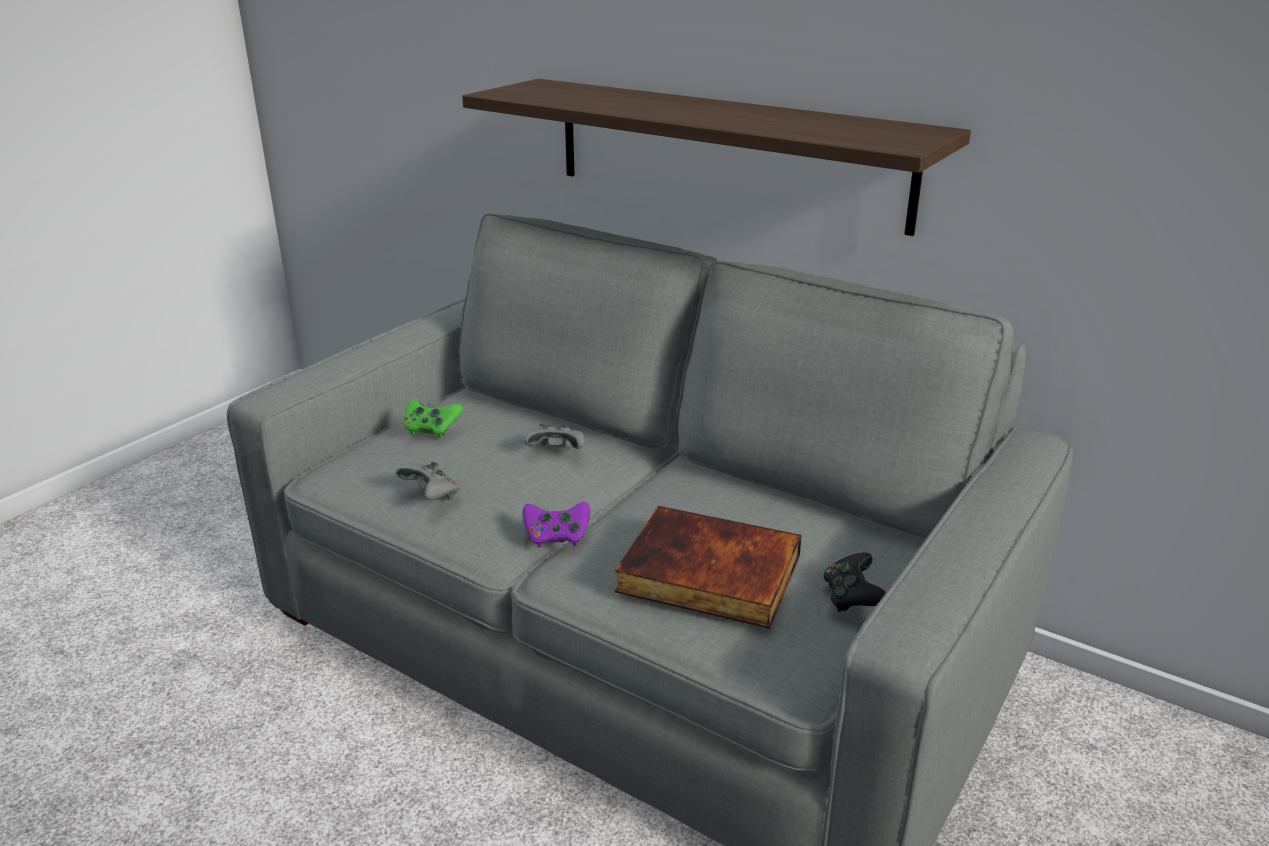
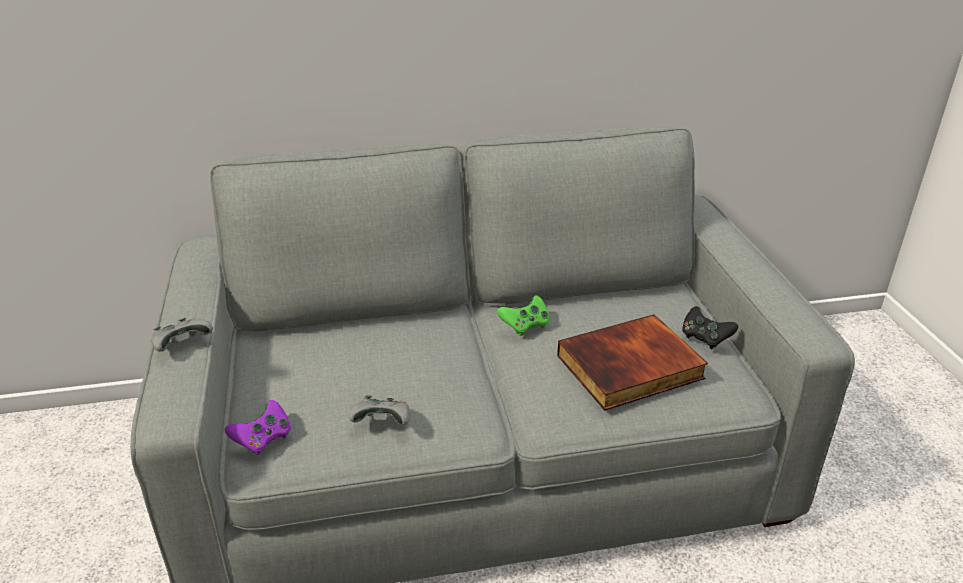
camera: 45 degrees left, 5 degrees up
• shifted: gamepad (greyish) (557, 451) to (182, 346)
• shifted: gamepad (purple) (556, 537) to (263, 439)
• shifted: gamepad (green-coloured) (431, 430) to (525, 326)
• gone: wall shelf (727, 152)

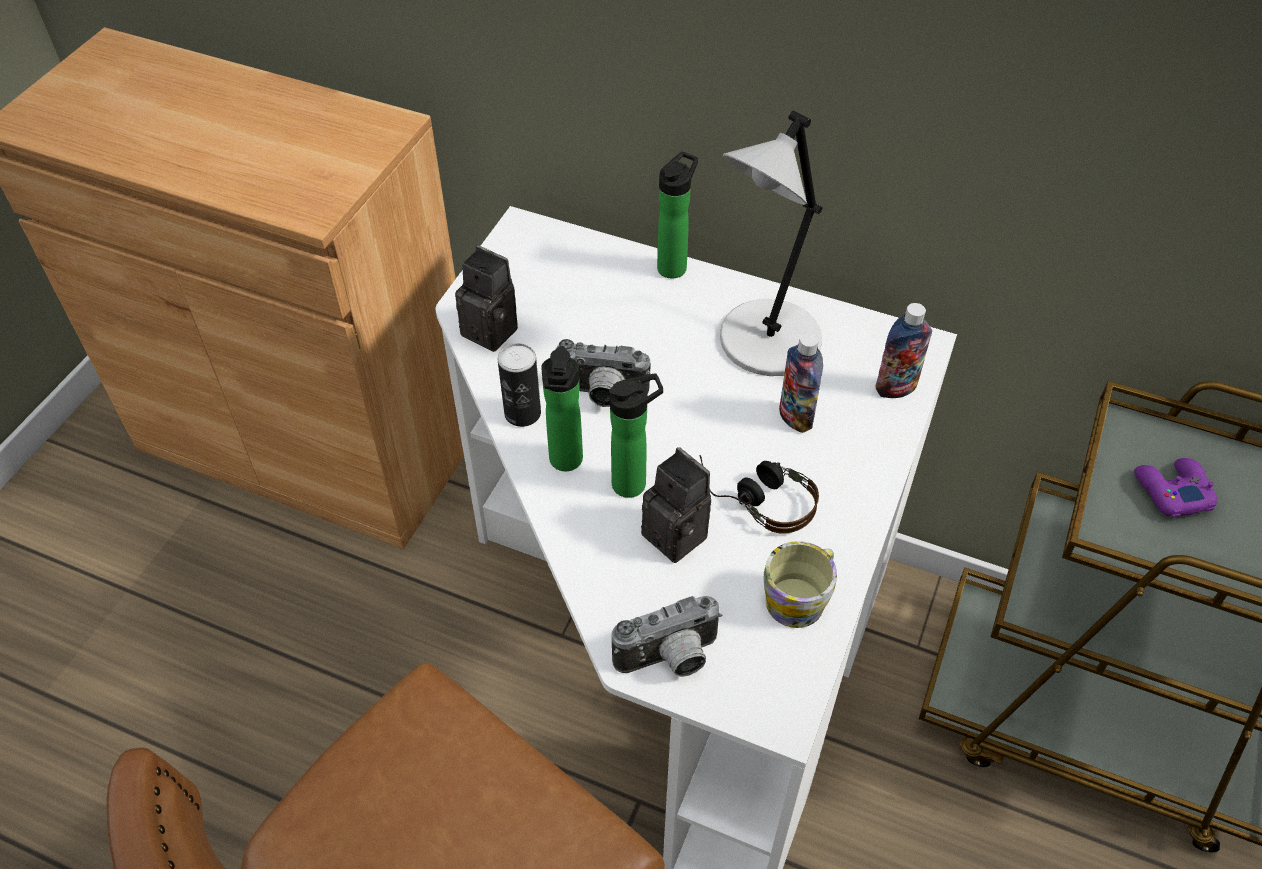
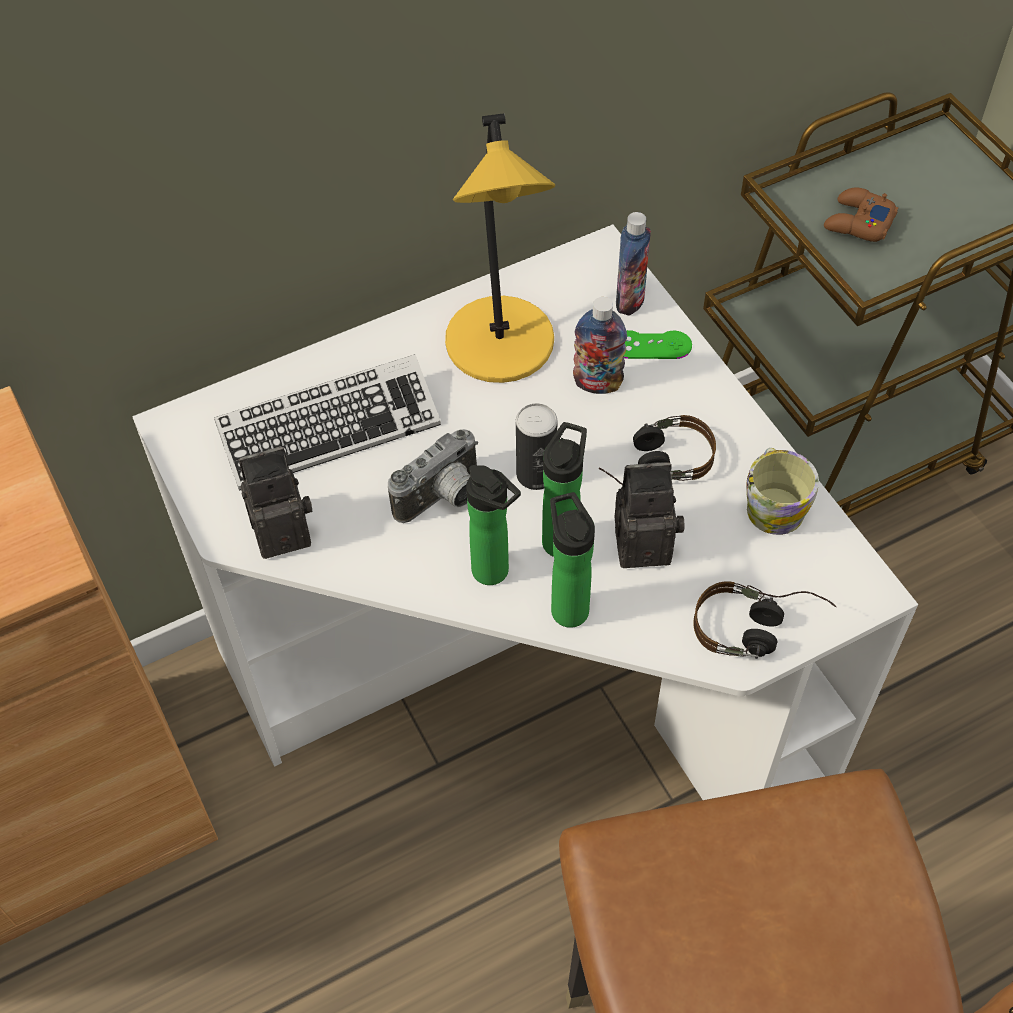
camera: 50 degrees left, 5 degrees up
• new: keyboard (329, 429)
• repainted: lamp for a table (greyish) (766, 343) to lamp for a table (yellow) (501, 347)
• shifted: metal can (522, 413) to (536, 474)
• shifted: bottle (674, 266) to (567, 606)
• new: gamepad (green-coloured) (651, 345)
• swapped: photo camera (670, 660) to headphones (759, 630)
• repainted: gamepad (purple) (1171, 491) to gamepad (brown-coloured) (858, 222)

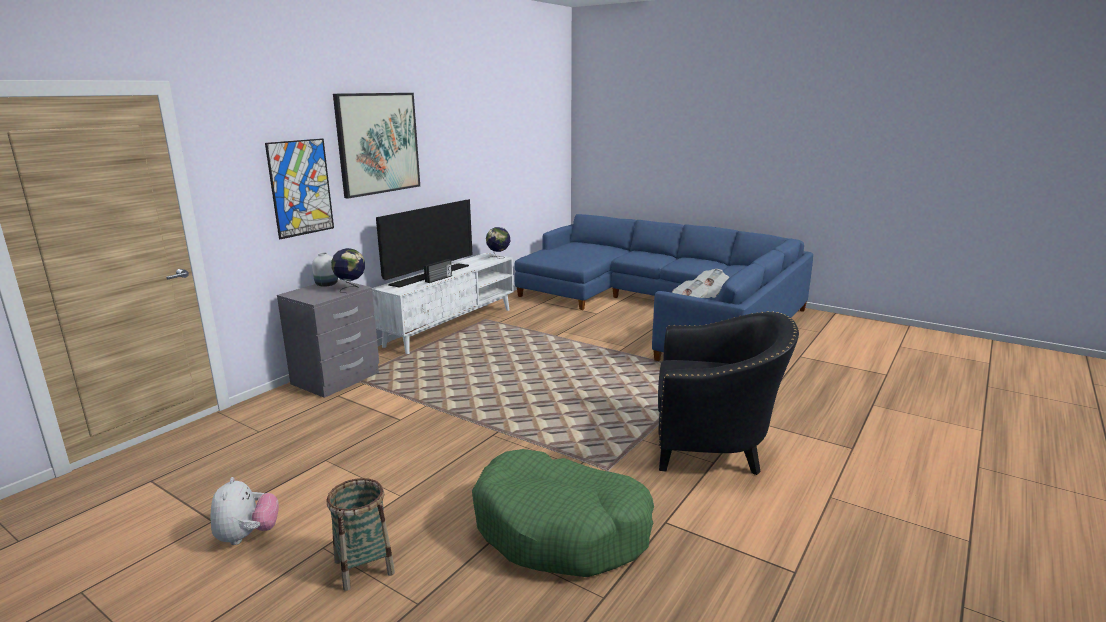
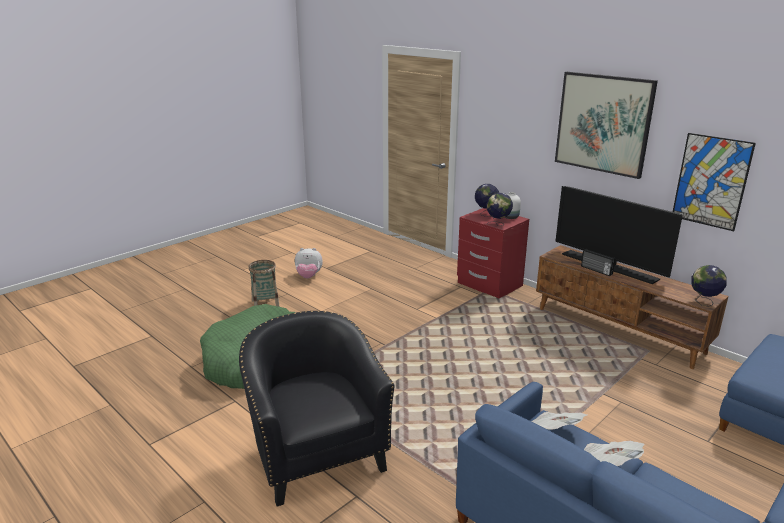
camera: 100 degrees right, 5 degrees up
• rotated: easy chair (black) (714, 446) = (316, 453) 135 degrees clockwise
• repainted: nightstand (greyish) (336, 379) to nightstand (red) (489, 284)
• new: desk globe (485, 214)
• repainted: tv stand (white-coloured) (450, 326) to tv stand (brown-coloured) (619, 330)
• shifted: wall picture (301, 188) to (711, 181)

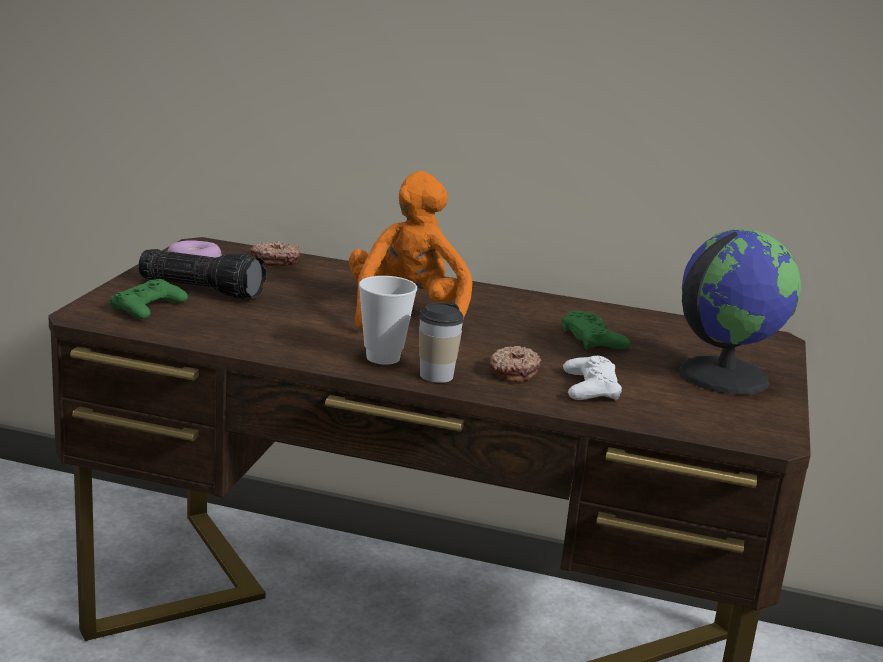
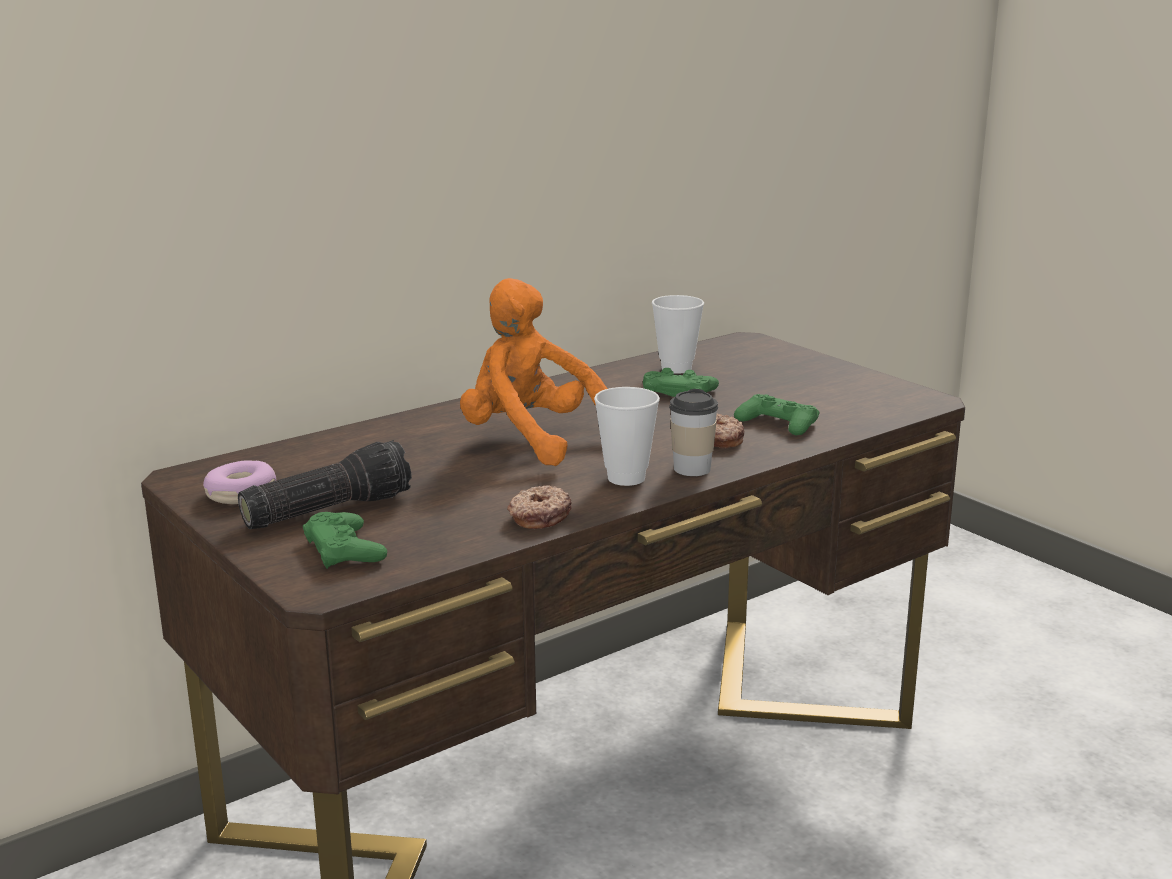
camera: 50 degrees left, 0 degrees up
• shifted: doughnut (275, 260) to (538, 517)
• new: drinking cup (676, 368)
• repainted: gamepad (white-coloured) (590, 387) to gamepad (green-coloured) (778, 423)
• gone: desk globe (722, 375)

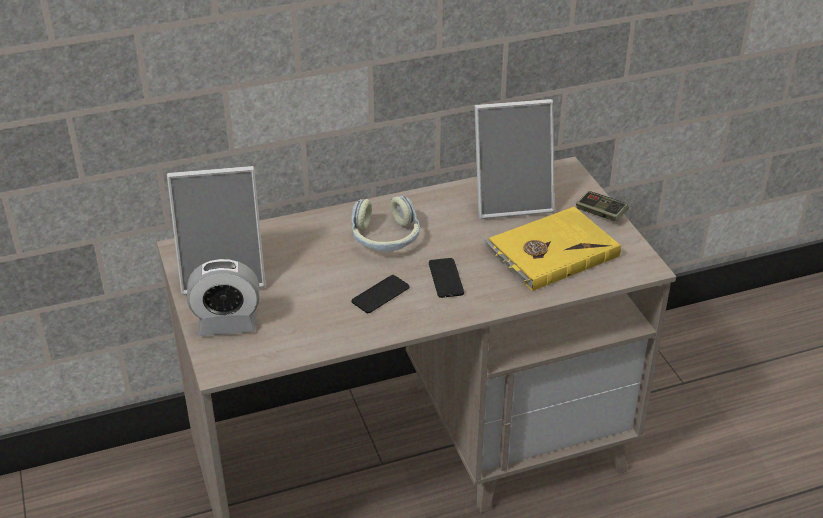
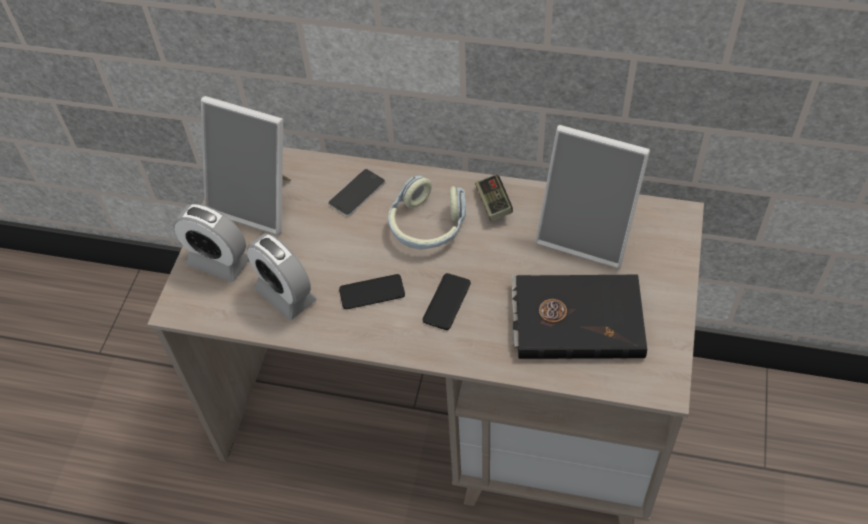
camera: 35 degrees right, 15 degrees up
• new: bedside clock (286, 294)
• new: telephone (357, 192)
• shifted: gamepad (601, 213) to (493, 204)
• repainted: volume (yellow) (551, 252) to volume (black) (576, 318)

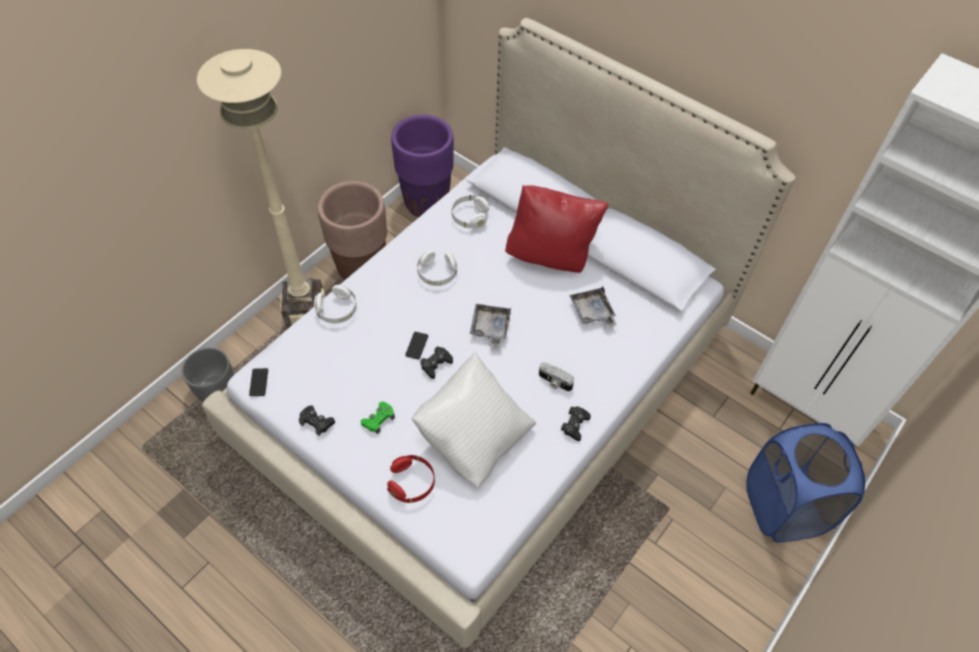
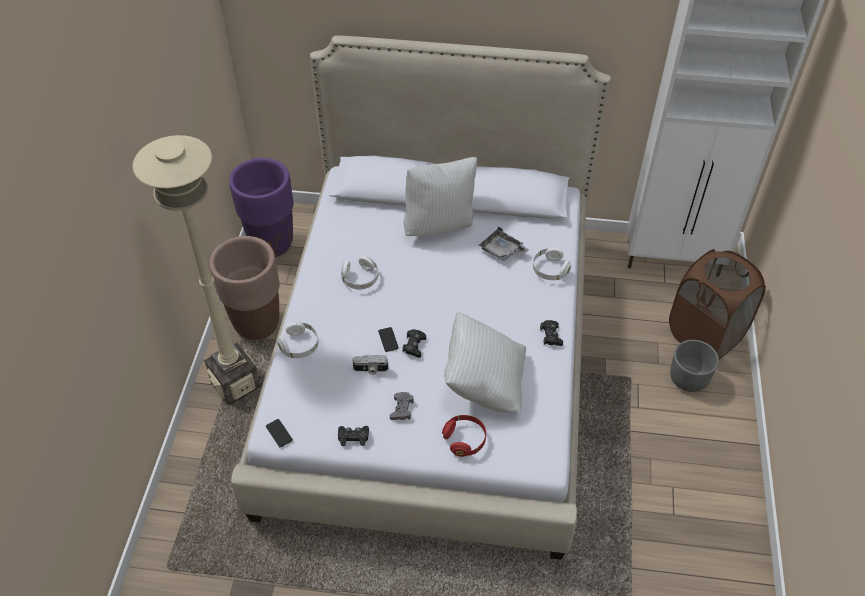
camera: 30 degrees left, 5 degrees down
• shifted: photo camera (554, 382) to (370, 369)
• repainted: gamepad (green-coloured) (378, 419) to gamepad (greyish) (401, 409)
• repainted: cushion (red) (551, 256) to cushion (white-coloured) (439, 224)
• shifted: headphones (white-coloured) (469, 217) to (550, 270)
• repainted: laundry basket (blue-coloured) (783, 507) to laundry basket (brown-coloured) (705, 335)
• shifted: planter (greyish) (215, 387) to (688, 378)
• gone: tray (greyish) (490, 328)

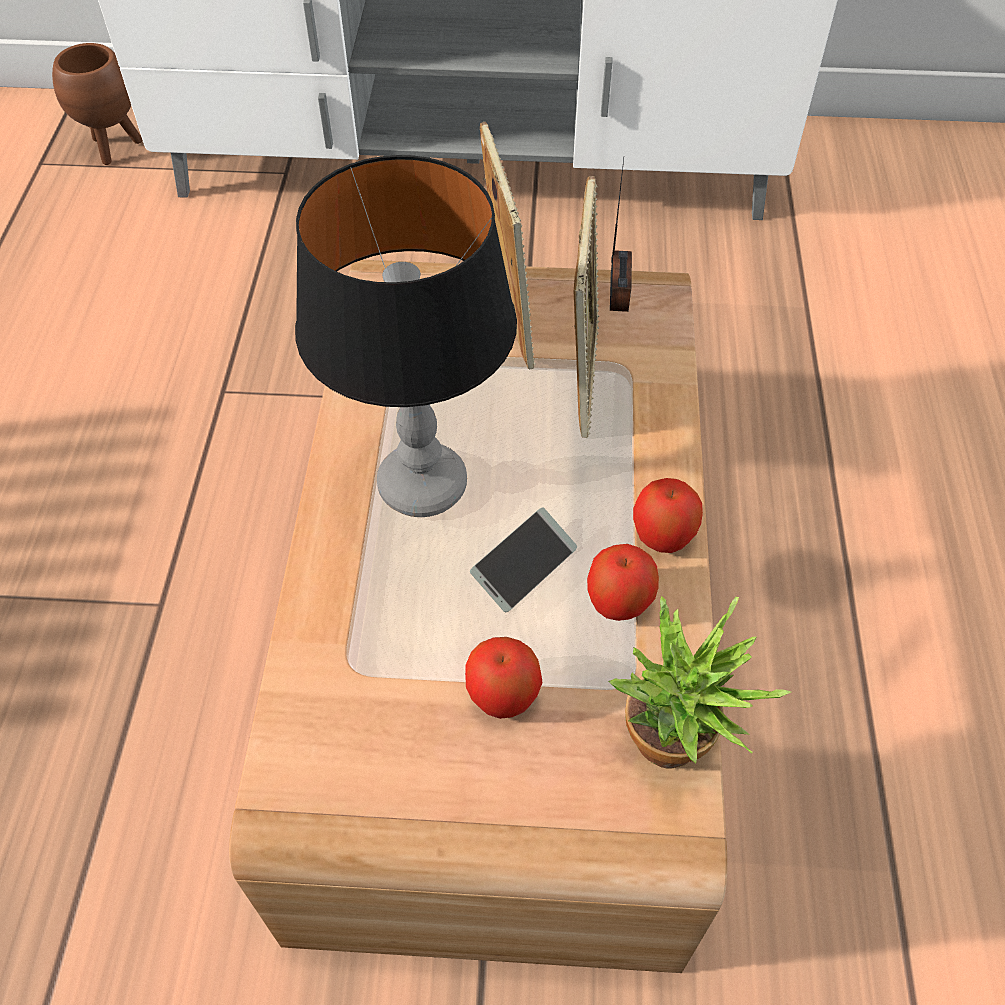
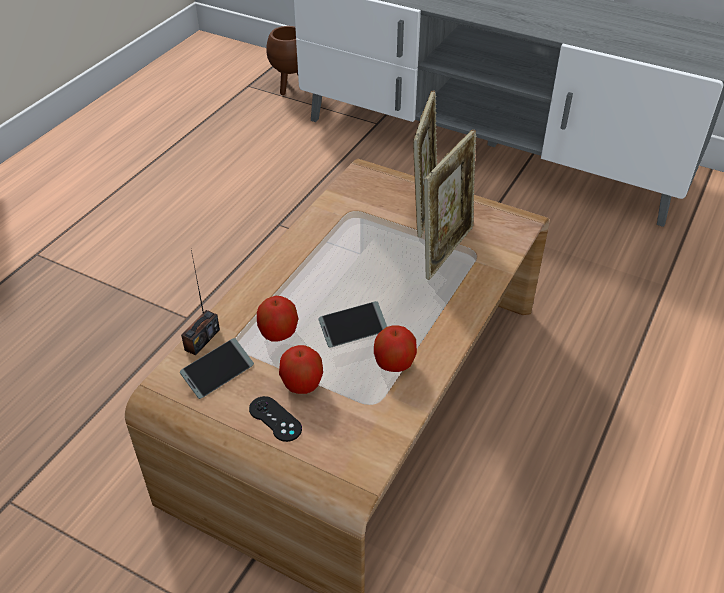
camera: 25 degrees right, 10 degrees down
• new: telephone (218, 373)
• shifted: radio set (618, 292) to (202, 340)
• new: gamepad (black) (275, 419)
• shifted: apple fruit (663, 535) to (278, 333)
• gone: lamp for a table (421, 485)
• gone: houseplant (674, 750)

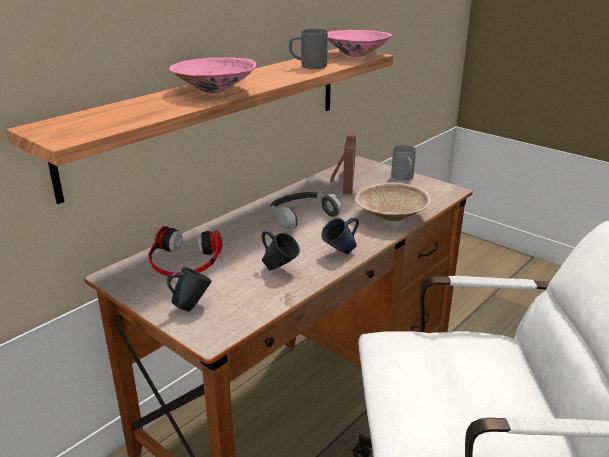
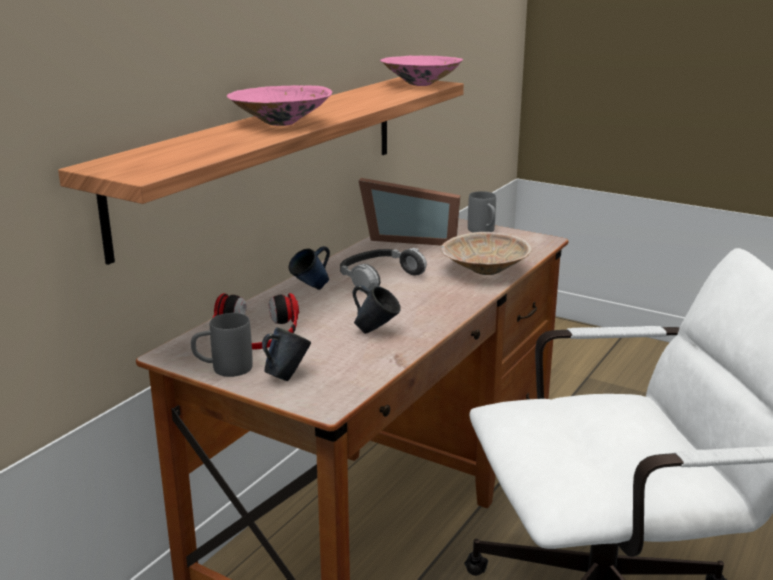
camera: 10 degrees left, 5 degrees down
• shifted: mug (greyish) (308, 66) to (223, 369)
• shifted: mug (blue-coloured) (340, 253) to (311, 289)
• rotated: photo frame (341, 181) = (410, 238) 105 degrees clockwise

